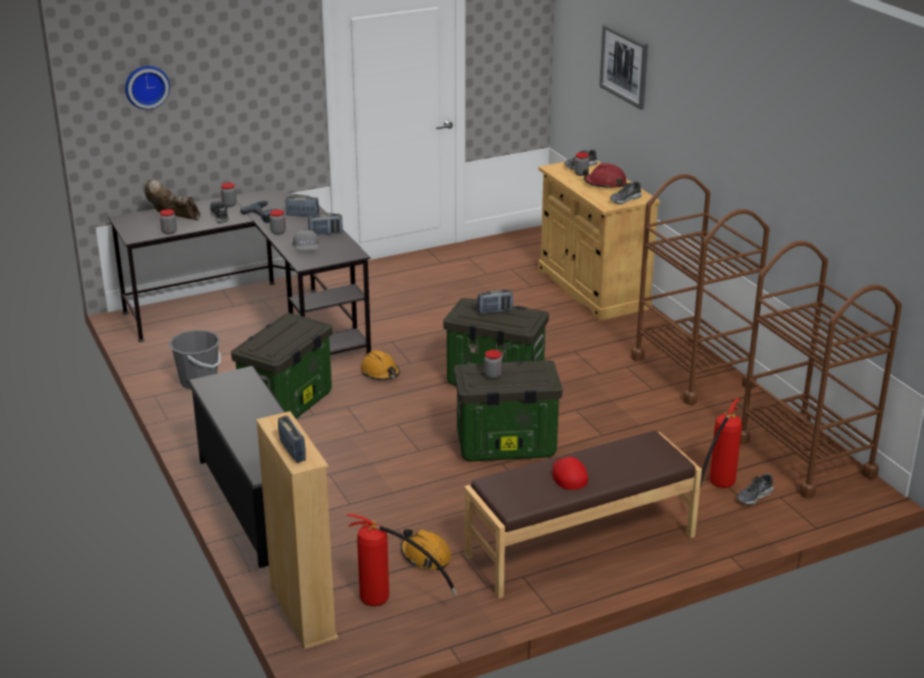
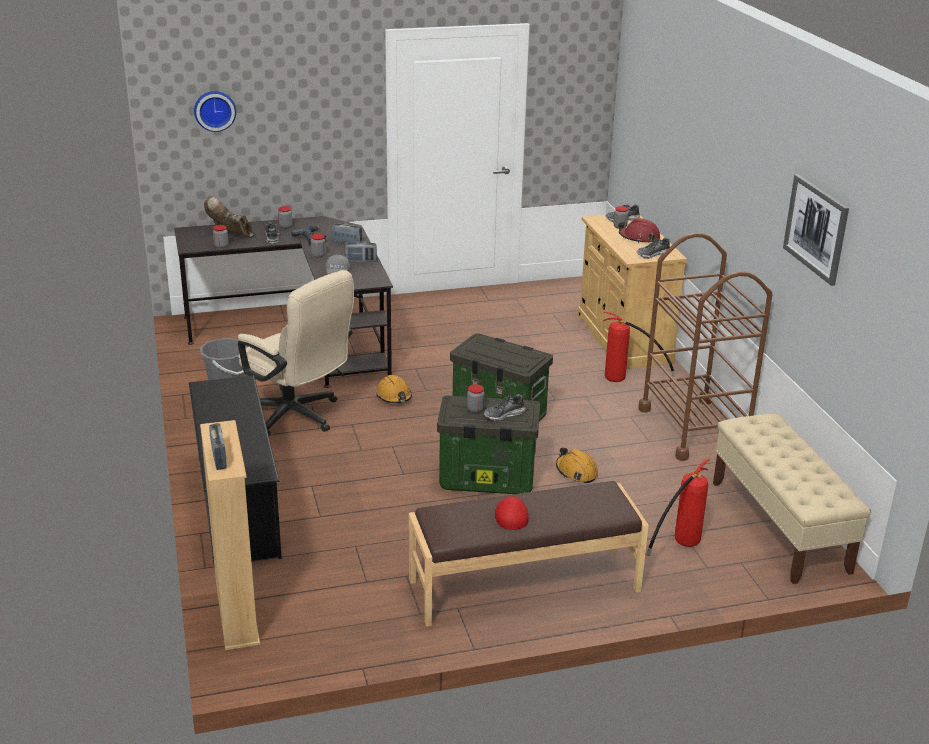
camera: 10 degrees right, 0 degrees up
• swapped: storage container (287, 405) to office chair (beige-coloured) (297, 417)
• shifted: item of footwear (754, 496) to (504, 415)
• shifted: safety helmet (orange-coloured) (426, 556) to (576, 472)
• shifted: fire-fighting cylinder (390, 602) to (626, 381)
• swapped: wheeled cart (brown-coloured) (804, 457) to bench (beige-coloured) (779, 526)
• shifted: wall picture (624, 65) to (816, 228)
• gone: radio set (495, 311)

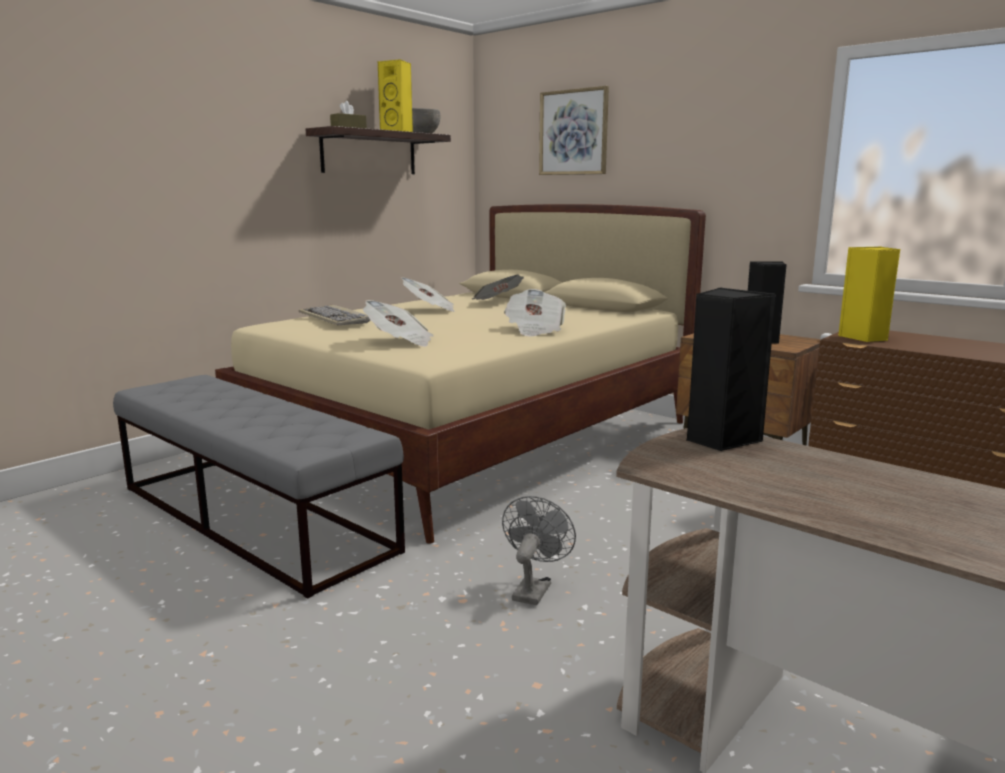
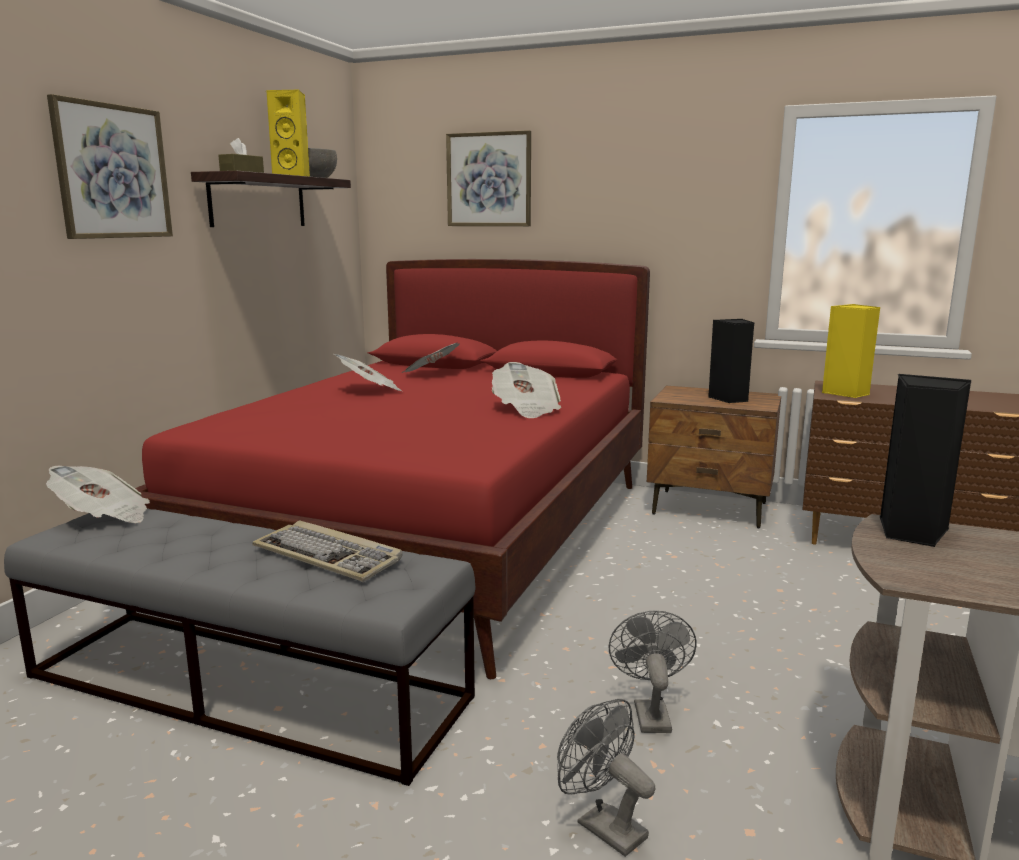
camera: 20 degrees left, 0 degrees up
• shifted: daily paper (400, 342) to (104, 517)
• new: wall picture (112, 172)
• repainted: bedroom bed (beige-coloured) (475, 438) to bedroom bed (red) (435, 535)
• shifted: keyboard (335, 319) to (329, 556)
• new: cooling fan (greyish) (602, 825)

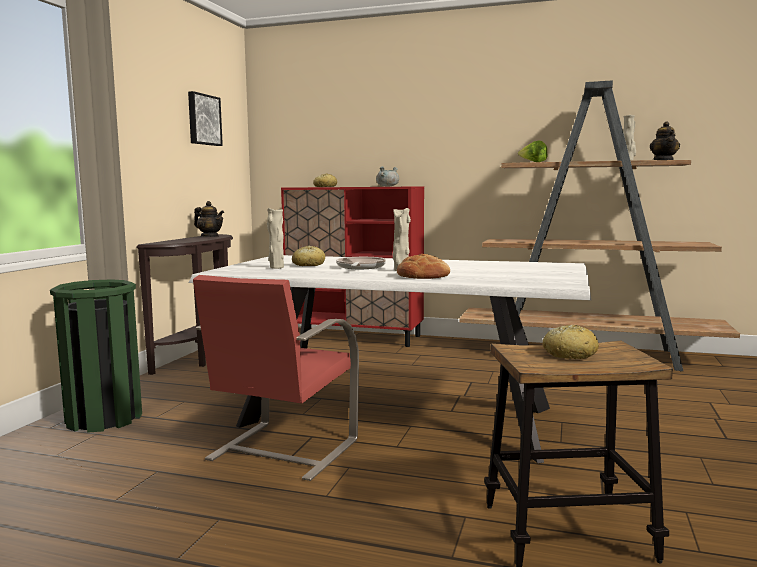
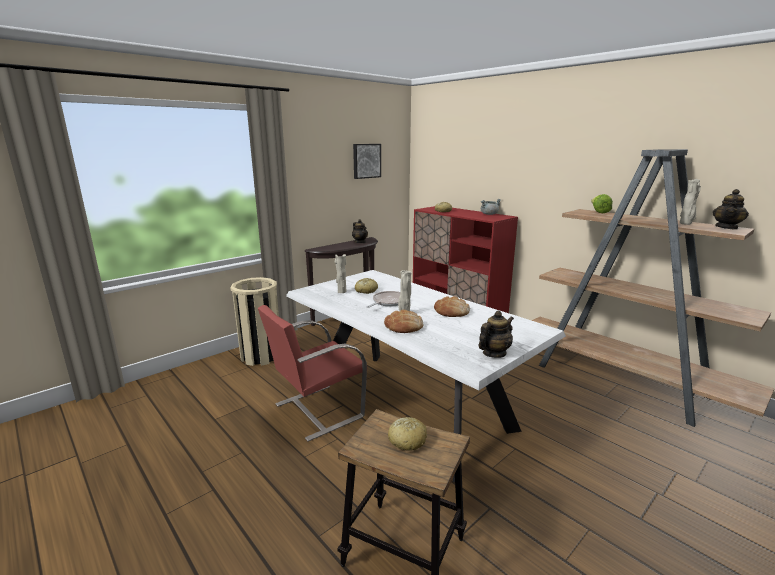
camera: 30 degrees right, 10 degrees up
• repainted: rubbish bin (green-coloured) (104, 418) to rubbish bin (beige-coloured) (261, 356)
• new: bakery bread (452, 311)
• new: tea pot (494, 353)

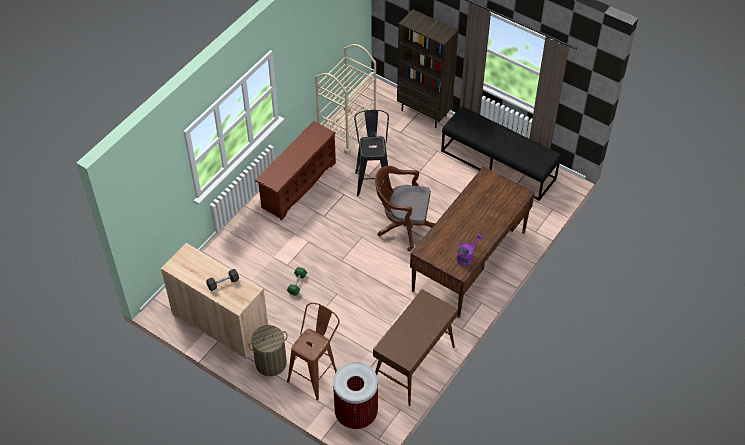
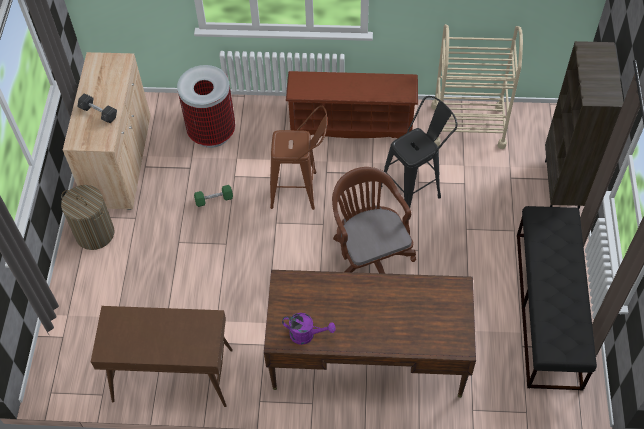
camera: 60 degrees right, 5 degrees up
• shifted: rubbish bin (356, 414) to (211, 132)
• shifted: stool (brown-coloured) (316, 374) to (300, 190)

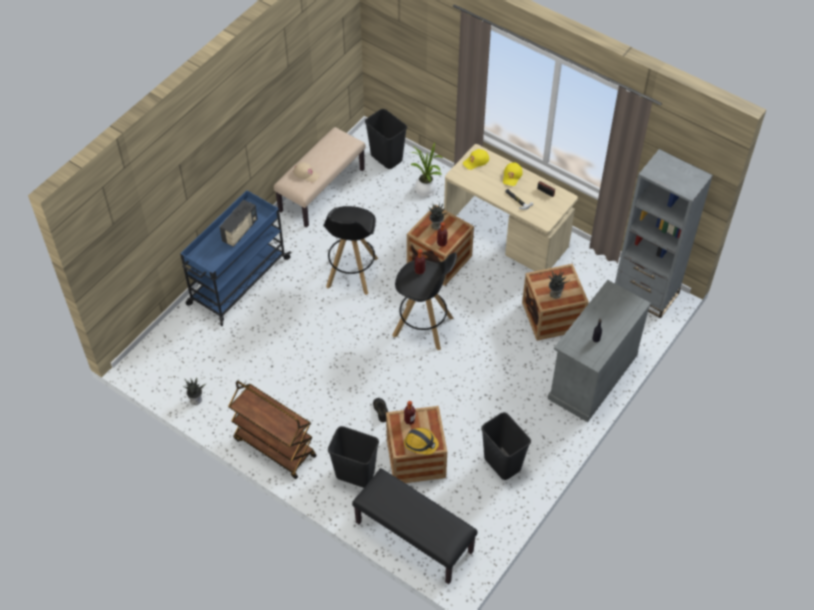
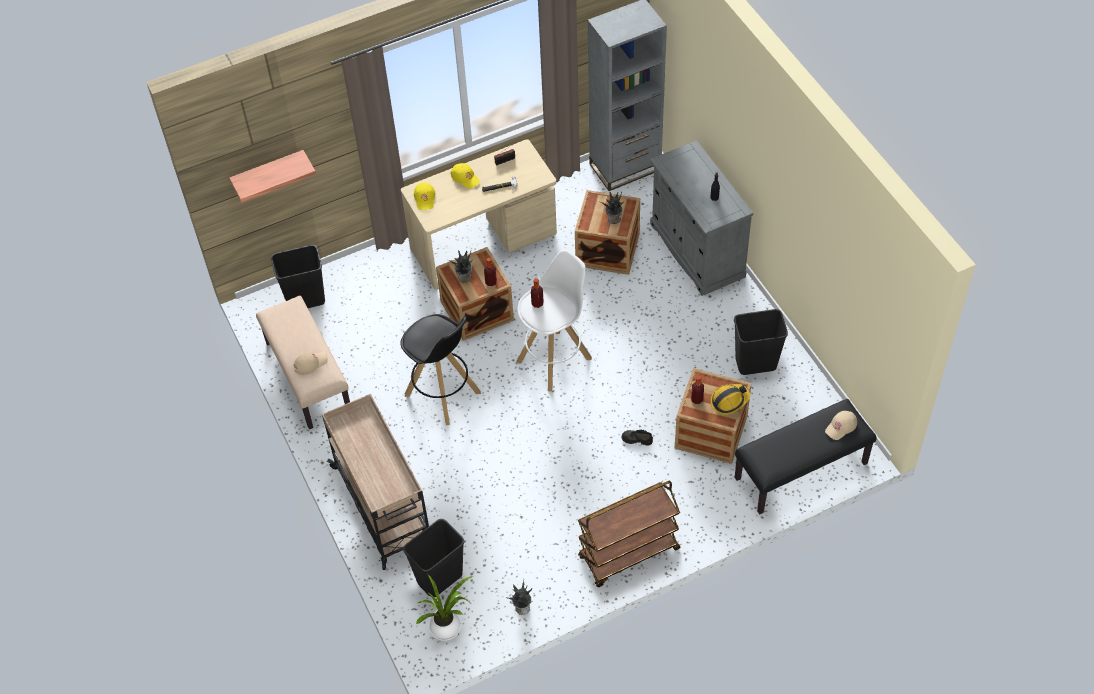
camera: 60 degrees left, 0 degrees up
• new: wall shelf (269, 173)
• repainted: wheeled cart (blue-coloured) (238, 282) to wheeled cart (beige-coloured) (384, 507)
• shifted: rubbish bin (black) (355, 474) to (439, 577)
• shifted: houseplant (426, 190) to (448, 627)
• repainted: stool (black) (424, 327) to stool (white-coloured) (555, 359)
• new: baseball cap (beige-coloured) (841, 426)
• gone: radio set (240, 231)

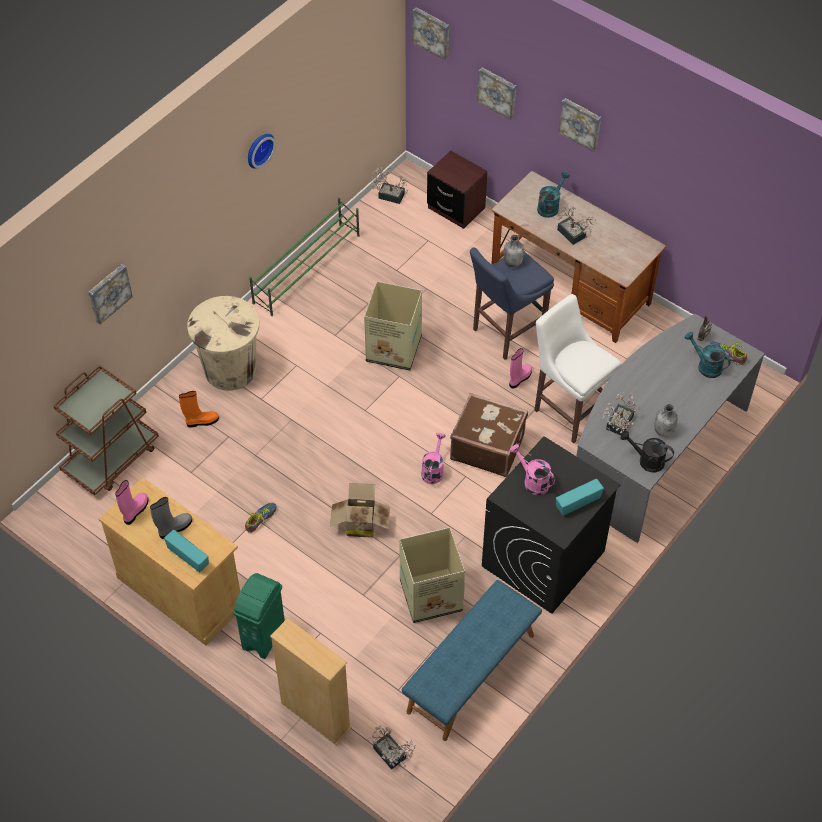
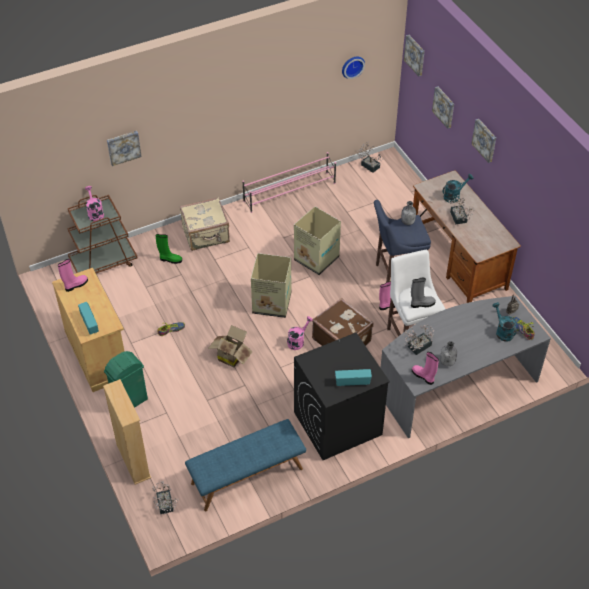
camera: 25 degrees right, 5 degrees down
• shifted: watering pot (pink-coloured) (532, 481) to (95, 213)
• repainted: tall boot (orange-coloured) (201, 421) to tall boot (green-coloured) (170, 259)
• swapped: rubbish bin (beige-coloured) (230, 369) to travel case (beige-coloured) (206, 235)
• repainted: shoe shelf (green-coloured) (307, 268) to shoe shelf (pink-coloured) (290, 192)
• shifted: carton (429, 596) to (271, 303)
• shifted: wall clock (258, 149) to (352, 66)
• shifted: tall boot (greyish) (174, 528) to (422, 304)
• swapped: watering pot (black) (646, 460) to tall boot (pink-coloured) (423, 376)
• gone: nightstand (brown-coloured) (456, 208)

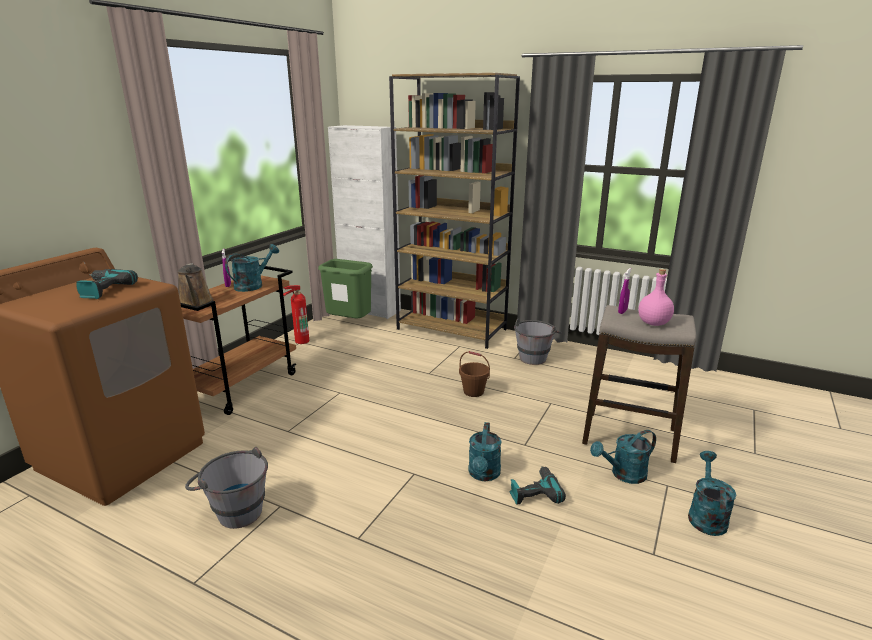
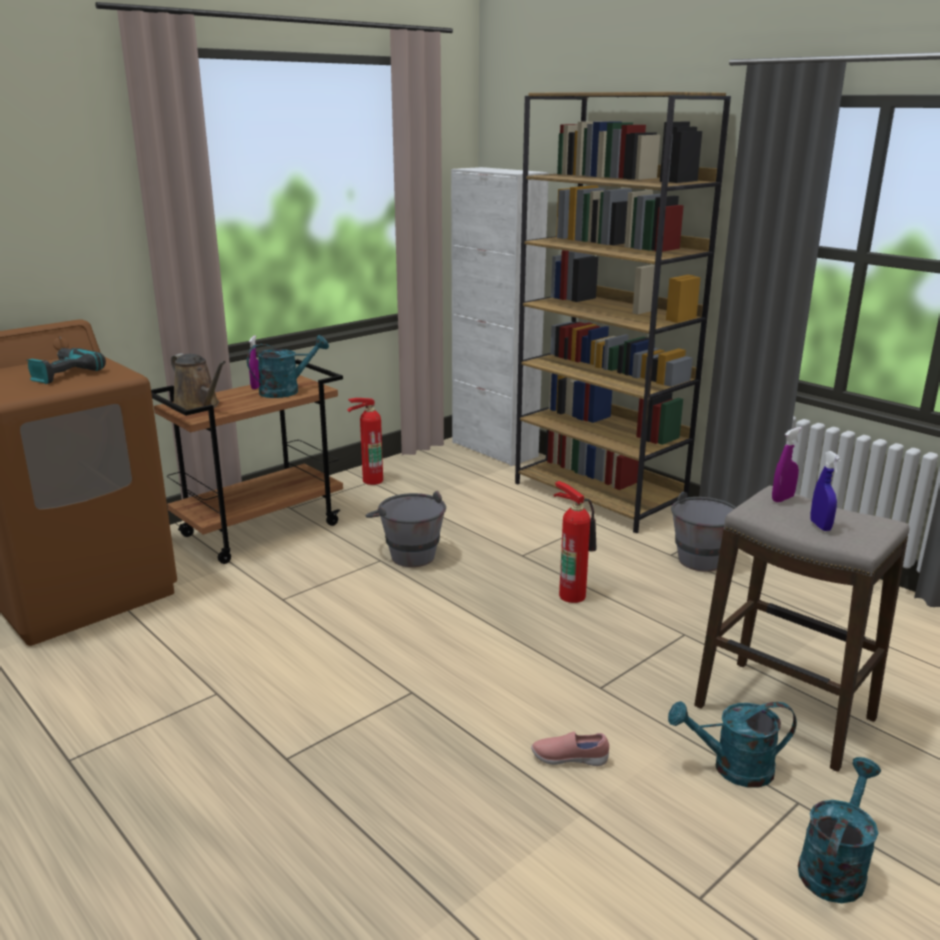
camera: 20 degrees right, 0 degrees up
• rotated: watering pot (brown-coloured) (195, 303) = (199, 406) 45 degrees counterclockwise
• shifted: water bucket (greyish) (234, 510) to (407, 553)
• swapped: electric drill (534, 492) to item of footwear (pink-coloured) (569, 759)
• swapped: water bucket (brown-coloured) (473, 391) to fire-fighting cylinder (572, 594)
• swapped: bottle (pink-coloured) (654, 323) to sprayer (blue-coloured) (820, 526)
• gone: rubbish bin (green-coloured) (349, 324)
• gone: watering pot (turquoise) (483, 475)

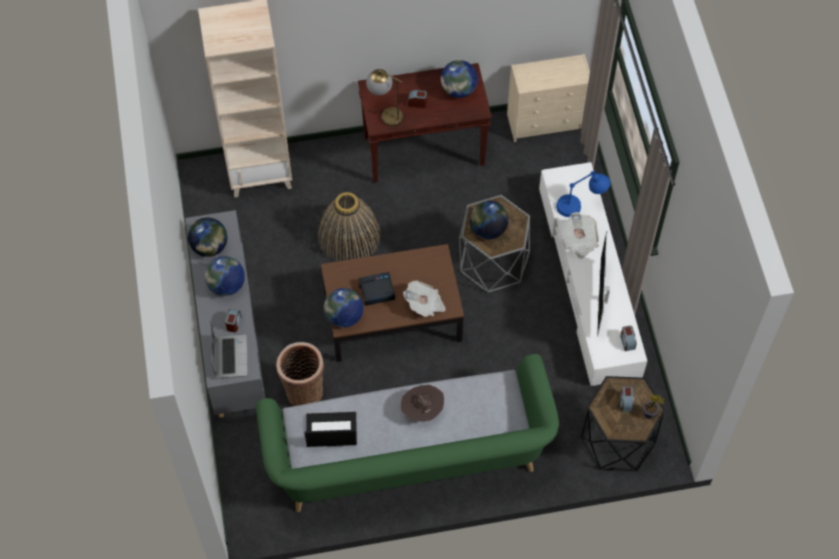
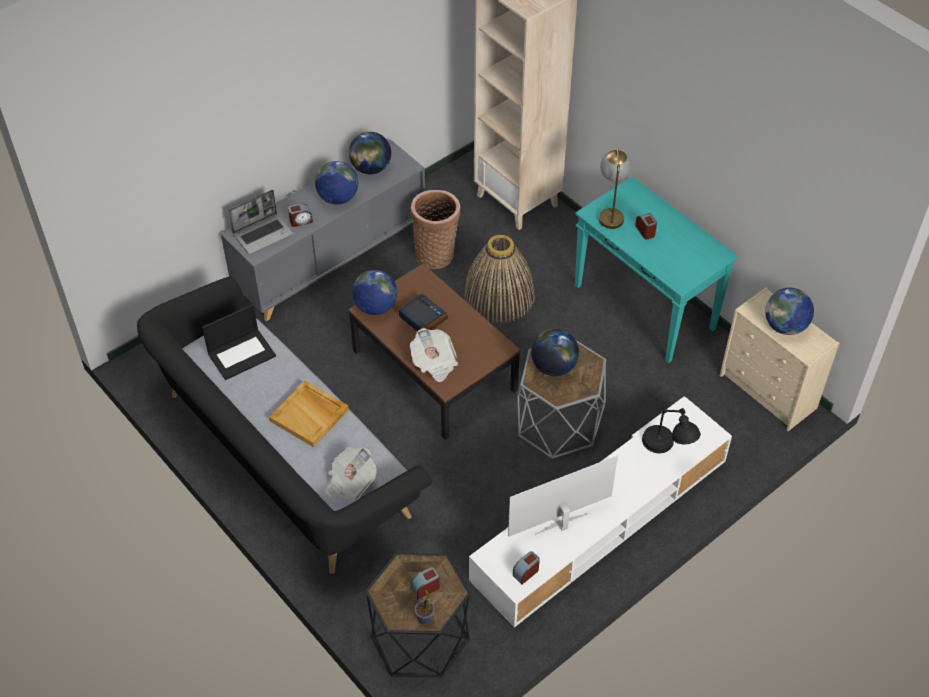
camera: 60 degrees right, 10 degrees down
• repainted: couch (green-coloured) (409, 457) to couch (black) (283, 457)
• rotated: portable computer (330, 430) = (242, 354) 90 degrees clockwise
• swapped: clothing hat (brown-coloured) (422, 410) to tray (beige-coloured) (310, 415)
• shifted: daily paper (579, 241) to (350, 483)
• shifted: basket (303, 390) to (436, 254)
• repainted: narrow table (brown-coloured) (425, 150) to narrow table (turquoise) (645, 308)
• repainted: lamp for a table (blue-coloured) (580, 205) to lamp for a table (black) (667, 450)
• shifted: desk globe (458, 90) to (785, 326)

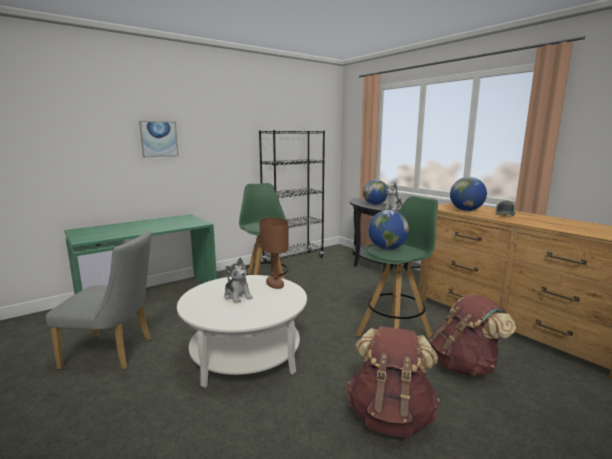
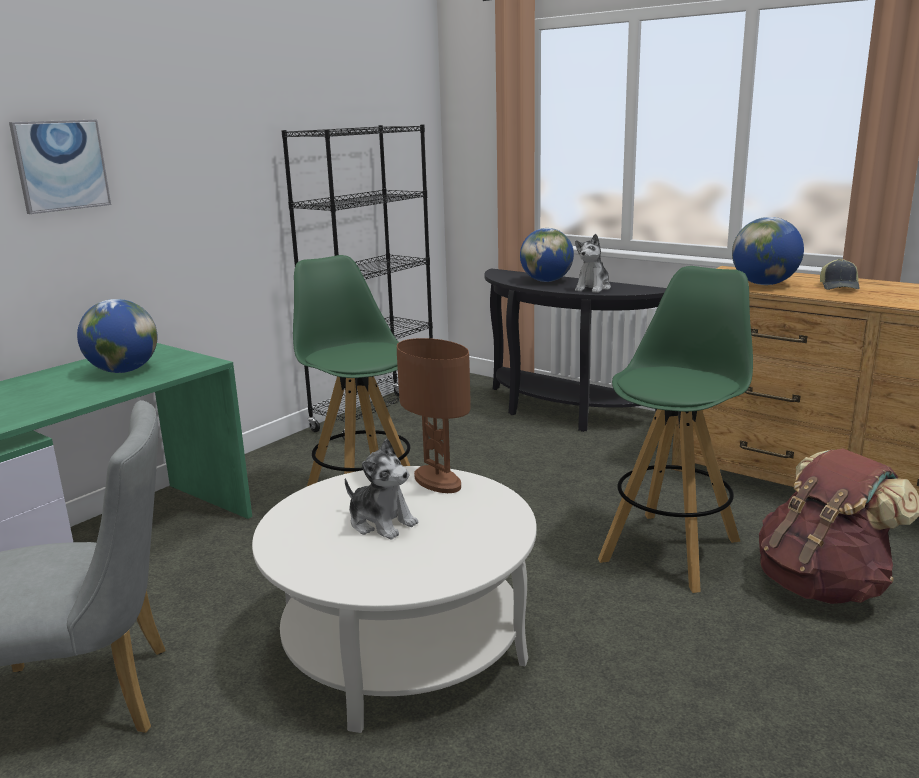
camera: 15 degrees left, 5 degrees up
• shifted: desk globe (387, 249) to (123, 371)
• gone: knapsack (brown-coloured) (390, 416)

